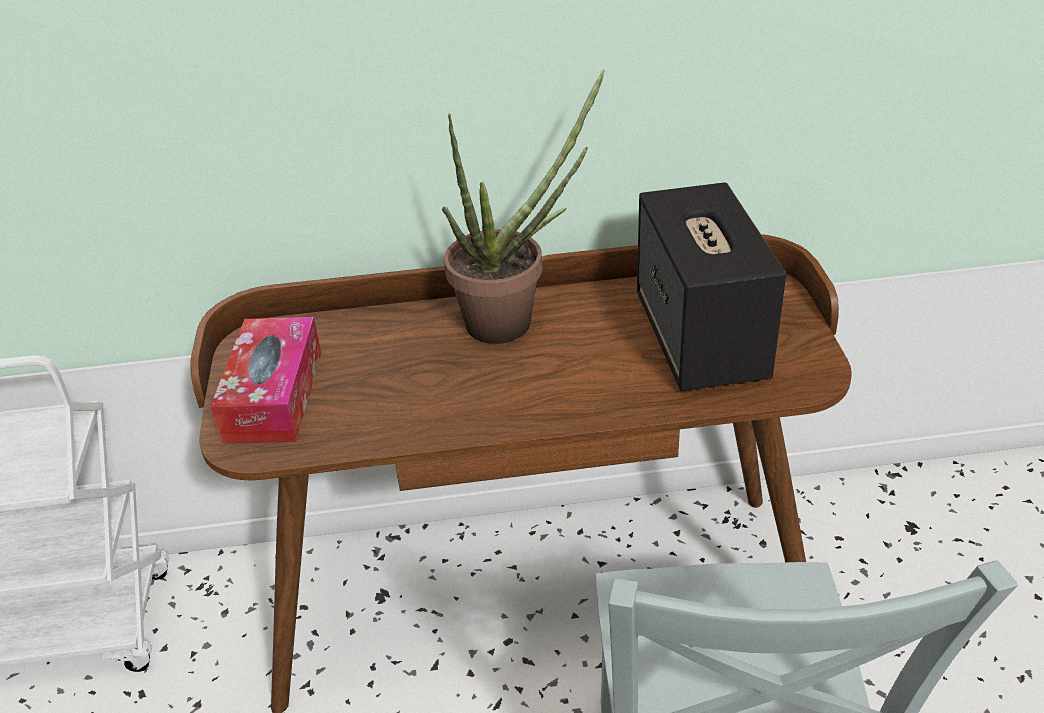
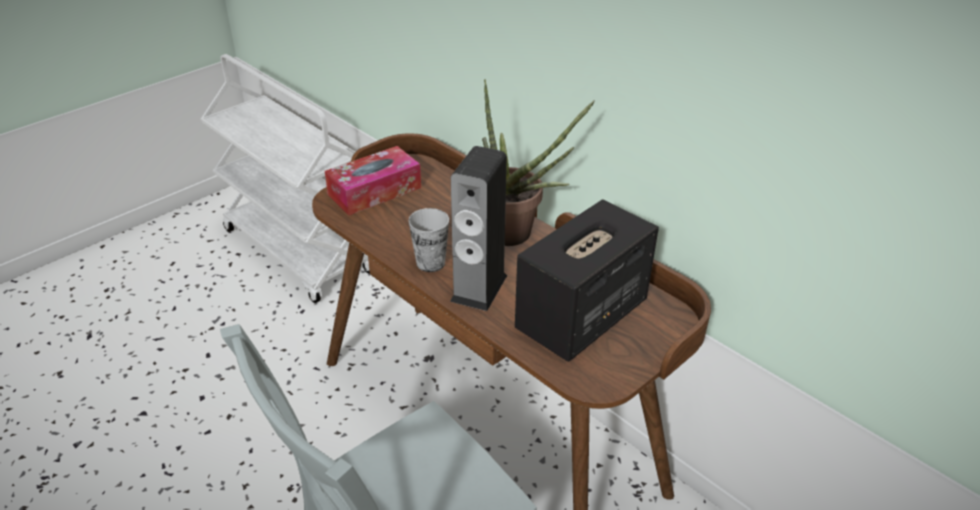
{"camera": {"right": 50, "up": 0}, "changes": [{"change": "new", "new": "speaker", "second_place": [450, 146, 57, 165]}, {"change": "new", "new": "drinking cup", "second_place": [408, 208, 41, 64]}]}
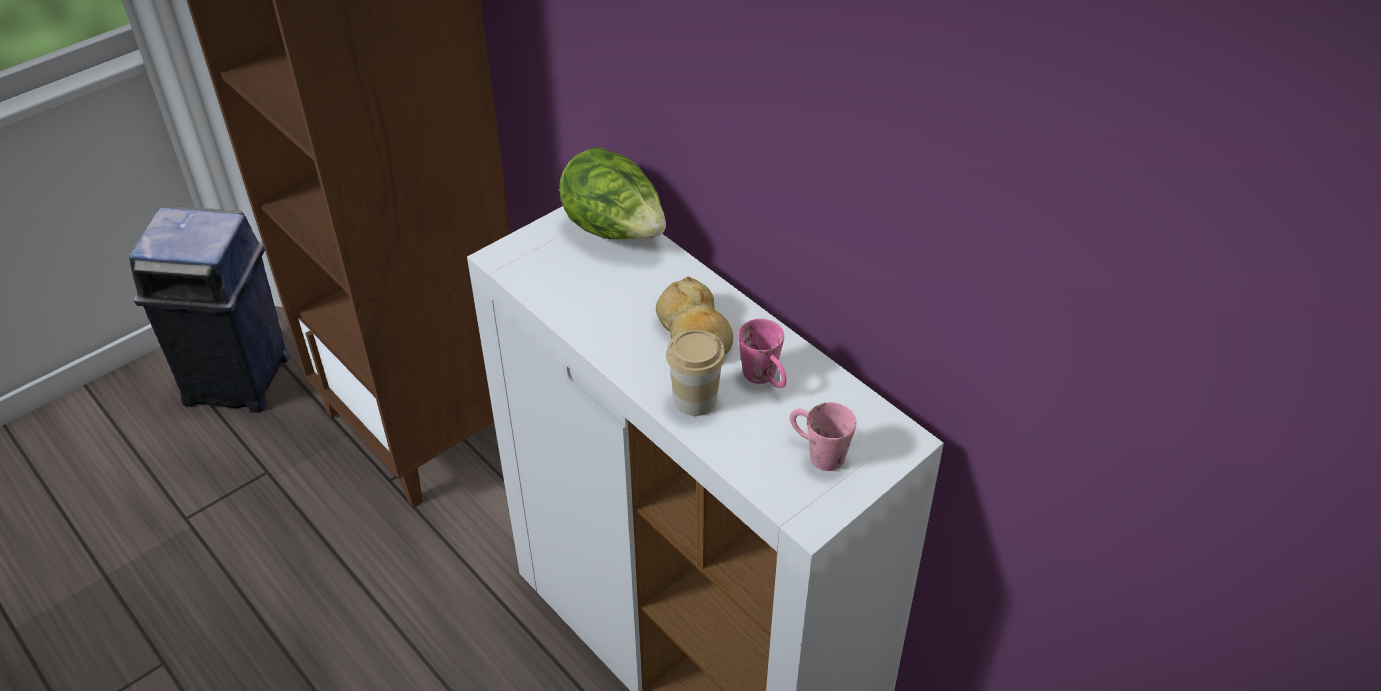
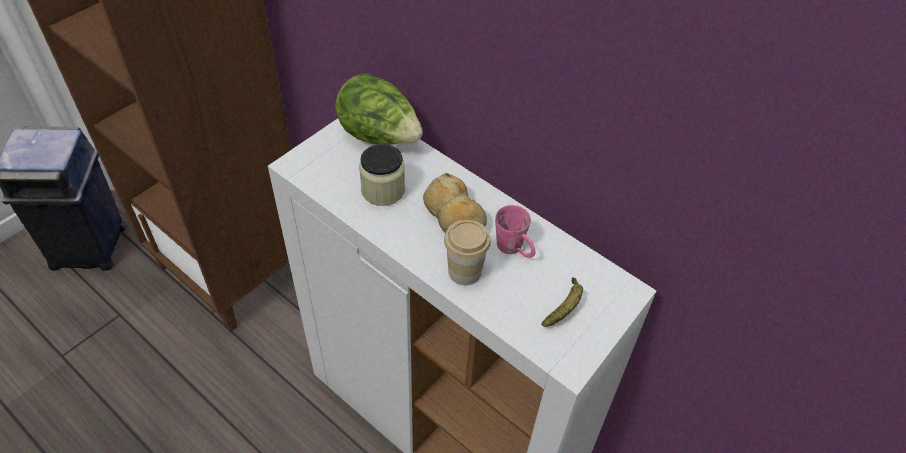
{"camera": {"right": -10, "up": 5}, "changes": [{"change": "swapped", "old": "pink tea mug", "new": "banana fruit", "first_place": [790, 402, 66, 69], "second_place": [541, 277, 42, 50]}, {"change": "new", "new": "preserve jar", "second_place": [359, 144, 46, 62]}]}
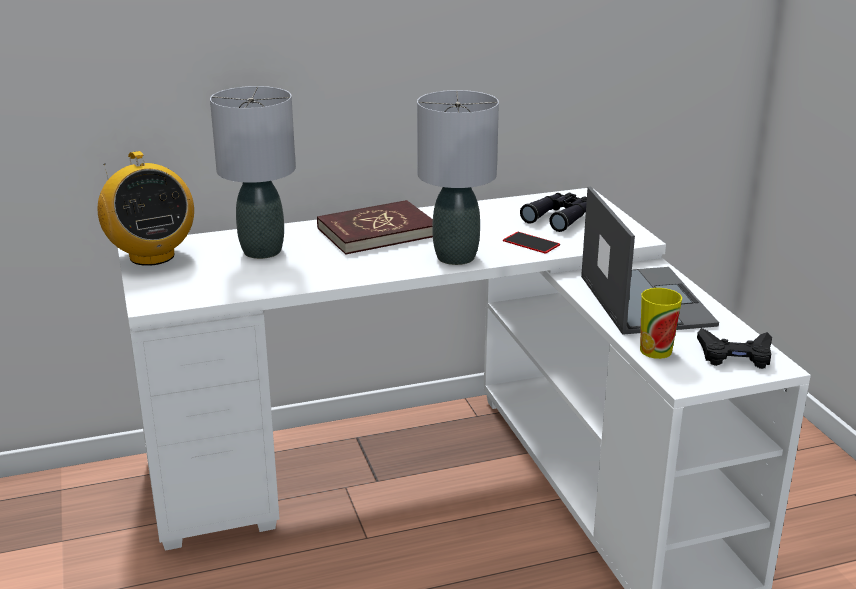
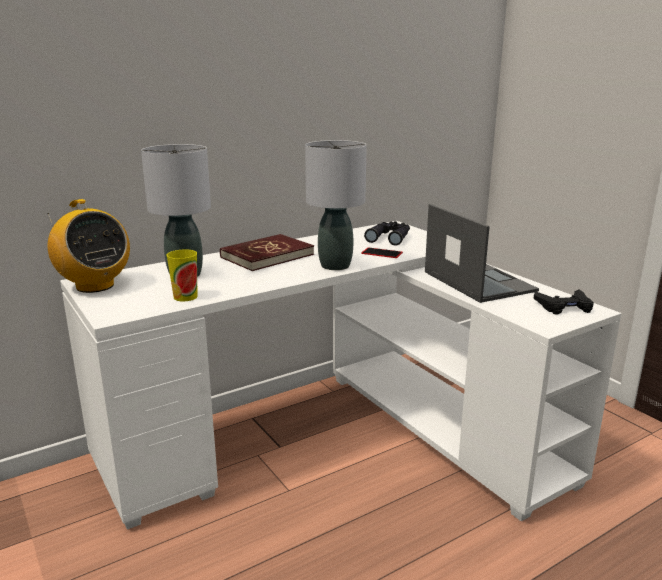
{"camera": {"right": -15, "up": -5}, "changes": [{"change": "shifted", "old": "drinking cup", "first_place": [640, 288, 42, 71], "second_place": [166, 249, 32, 53]}]}
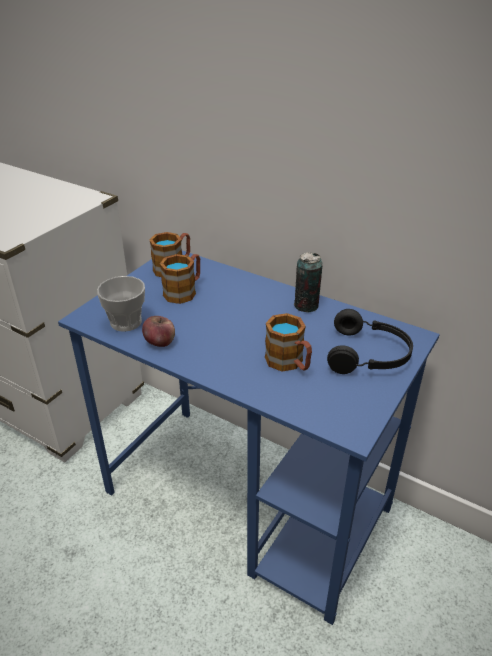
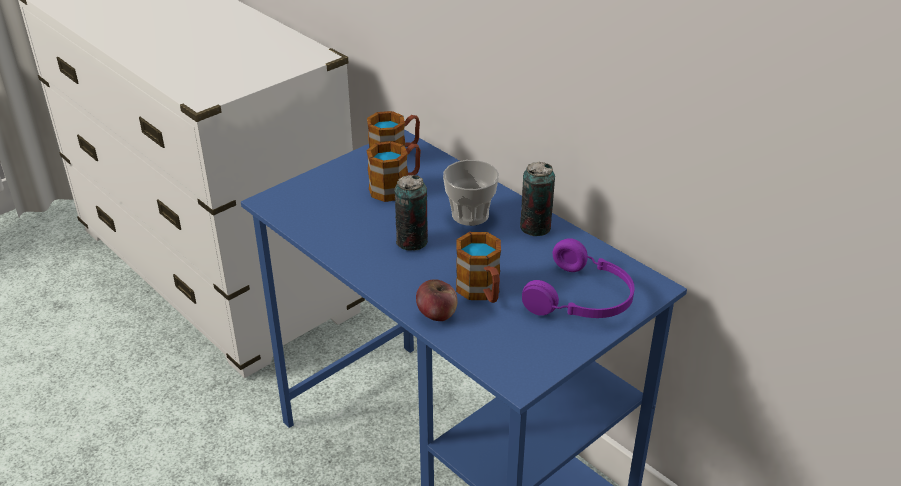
{"camera": {"right": 15, "up": 0}, "changes": [{"change": "shifted", "old": "drinking cup", "first_place": [97, 276, 48, 56], "second_place": [443, 160, 56, 66]}, {"change": "repainted", "old": "black headphones", "new": "purple-coloured headphones", "first_place": [327, 309, 86, 65], "second_place": [522, 238, 113, 80]}, {"change": "shifted", "old": "apple", "first_place": [142, 316, 33, 31], "second_place": [416, 279, 42, 42]}, {"change": "new", "new": "metal can", "second_place": [394, 175, 34, 76]}]}
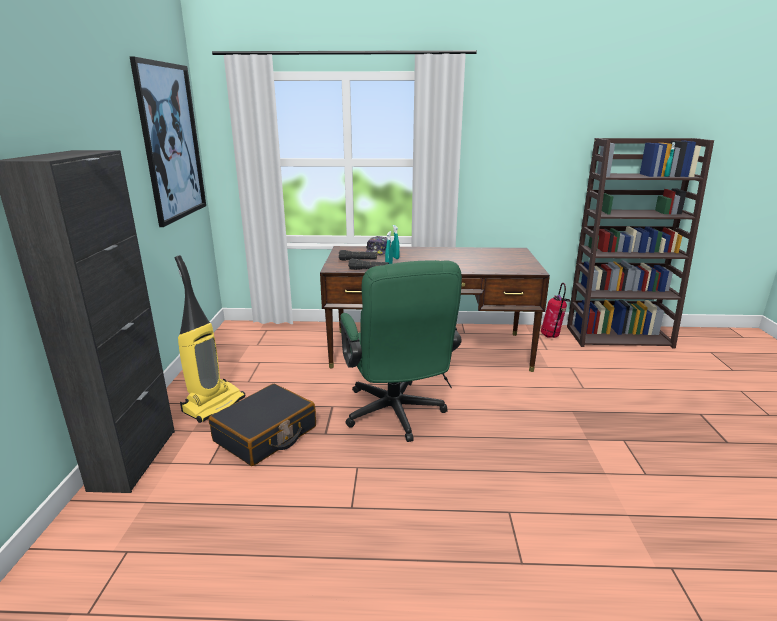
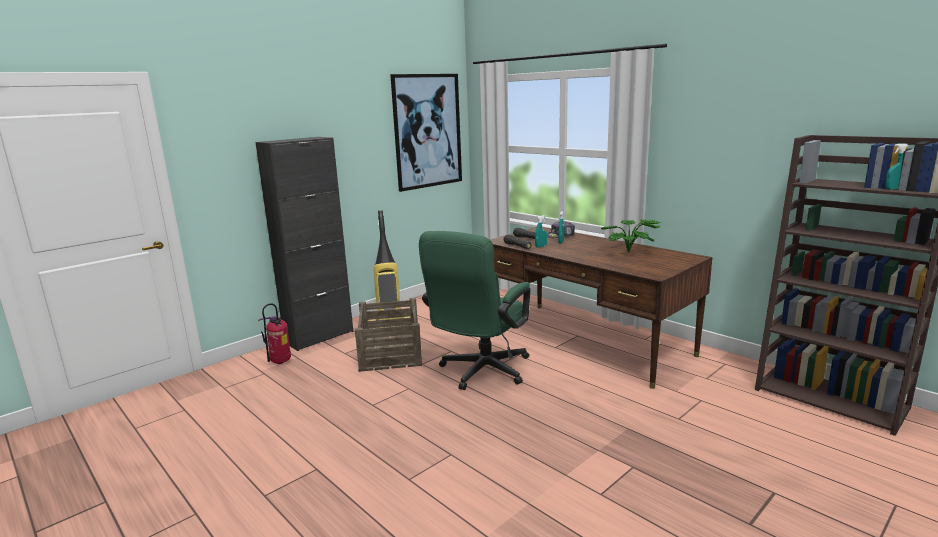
{"camera": {"right": 45, "up": -5}, "changes": [{"change": "shifted", "old": "extinguisher", "first_place": [541, 283, 29, 55], "second_place": [258, 303, 33, 61]}, {"change": "swapped", "old": "black suitcase", "new": "crate", "first_place": [209, 384, 107, 82], "second_place": [355, 298, 67, 74]}, {"change": "new", "new": "plant in a pot", "second_place": [601, 219, 60, 34]}]}
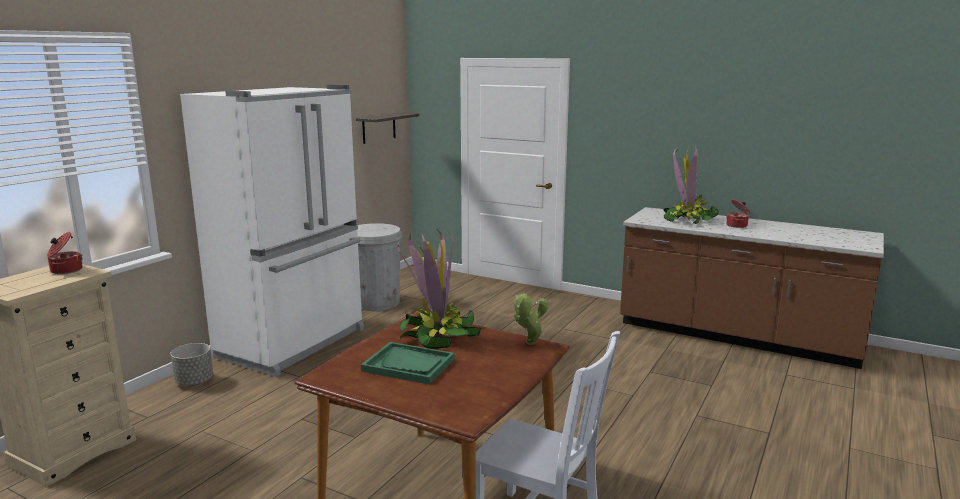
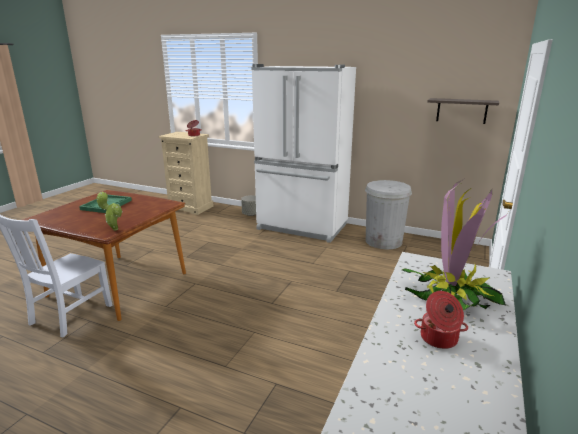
{"camera": {"right": 85, "up": 5}, "changes": [{"change": "gone", "old": "plant in a pot", "first_place": [398, 229, 83, 120]}]}
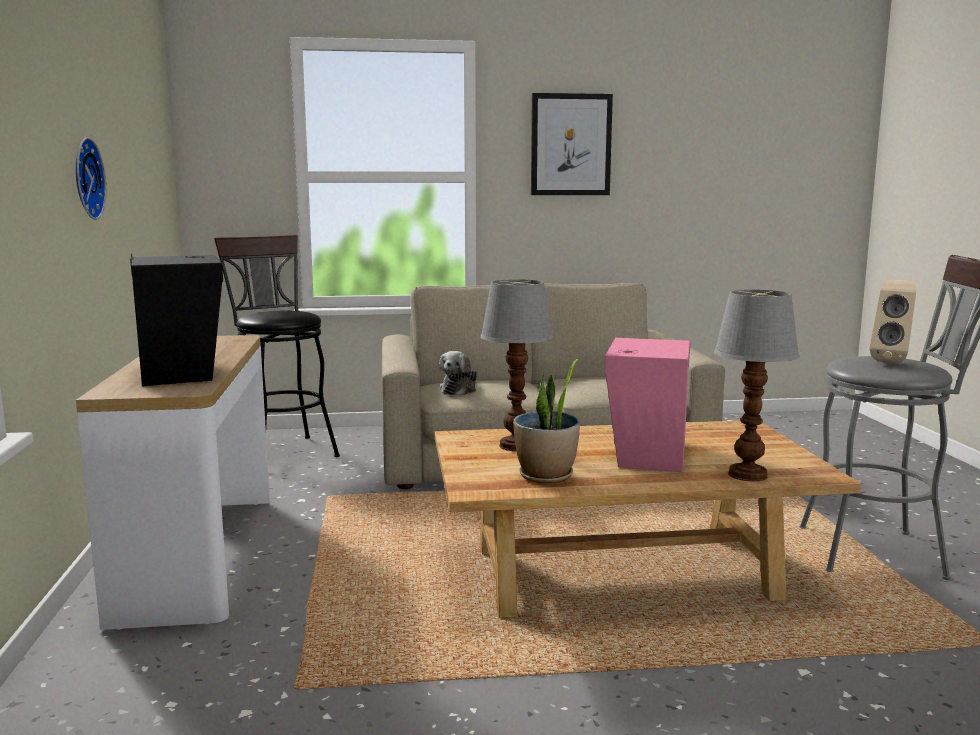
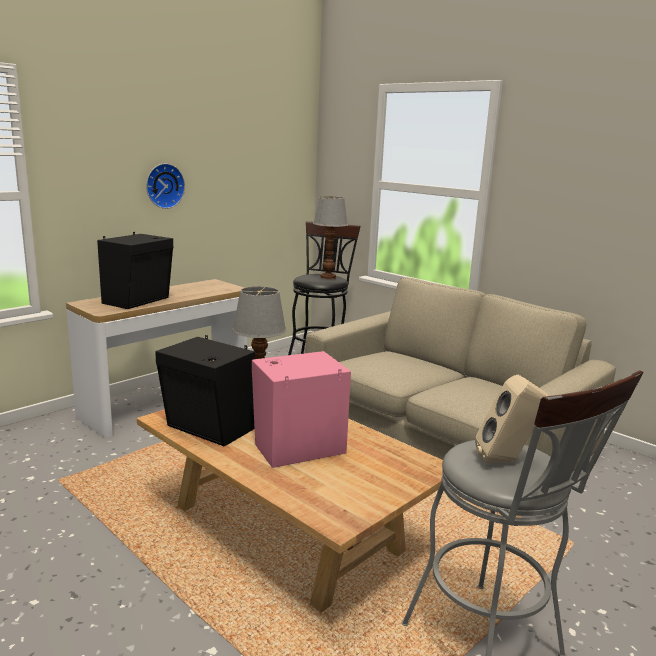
{"camera": {"right": 50, "up": 5}, "changes": [{"change": "gone", "old": "picture", "first_place": [531, 93, 82, 102]}, {"change": "shifted", "old": "tabletop lamp", "first_place": [714, 290, 86, 192], "second_place": [313, 196, 35, 83]}, {"change": "gone", "old": "plush toy", "first_place": [439, 351, 38, 45]}, {"change": "swapped", "old": "plant in a pot", "new": "black speaker", "first_place": [513, 358, 67, 126], "second_place": [155, 335, 100, 111]}]}
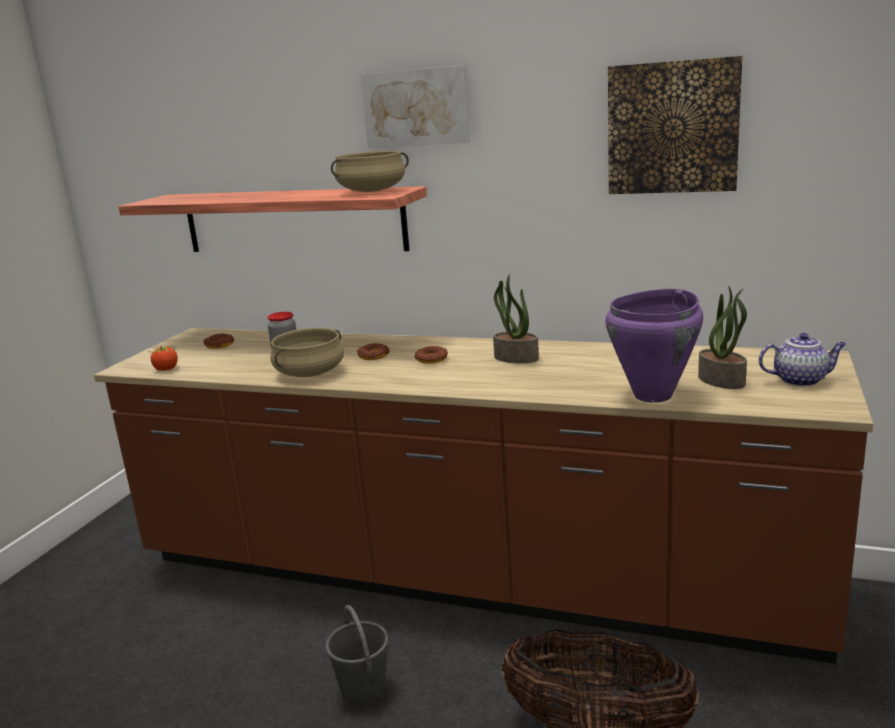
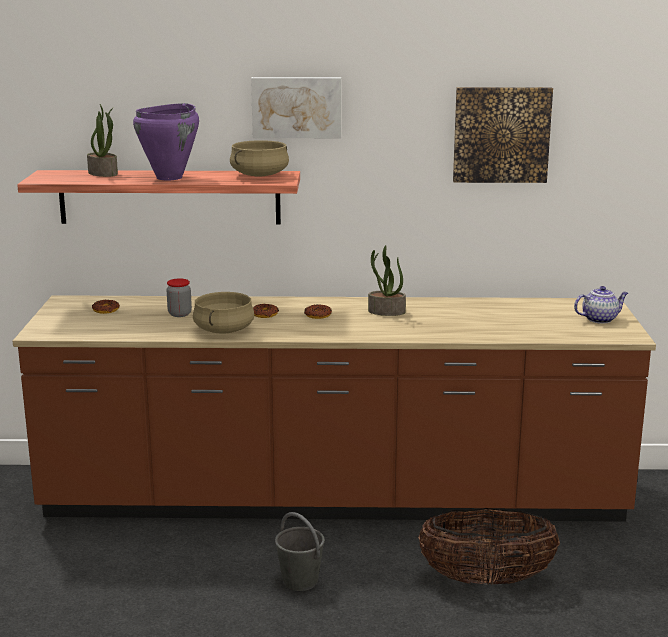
{"camera": {"right": -20, "up": 0}, "changes": [{"change": "shifted", "old": "plant in a pot", "first_place": [698, 286, 49, 103], "second_place": [87, 104, 31, 73]}, {"change": "shifted", "old": "purple-coloured saucepot", "first_place": [605, 289, 98, 114], "second_place": [133, 103, 66, 77]}, {"change": "gone", "old": "fresh tomato", "first_place": [147, 345, 31, 26]}]}
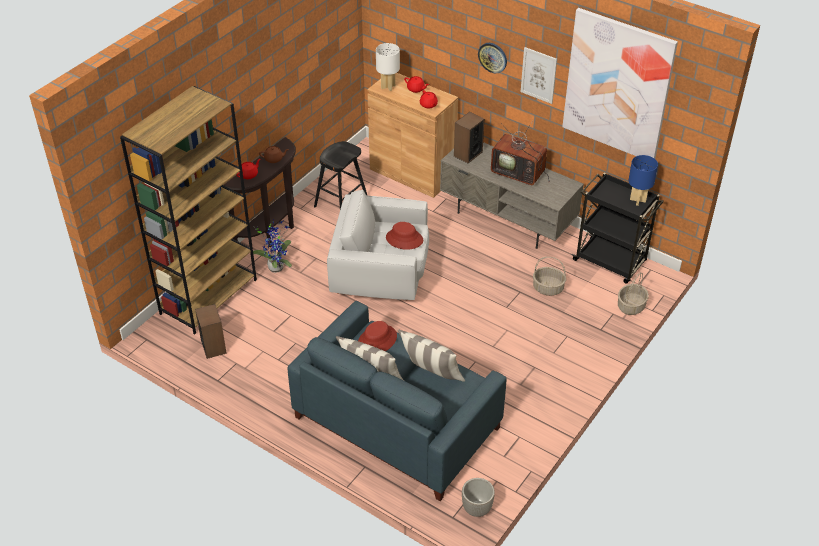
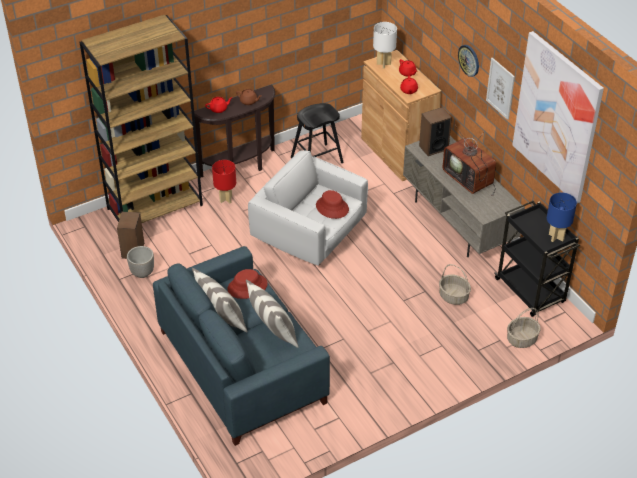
{"camera": {"right": 25, "up": 0}, "changes": [{"change": "swapped", "old": "plant in a pot", "new": "red-coloured tabletop lamp", "first_place": [253, 219, 39, 54], "second_place": [212, 160, 24, 43]}, {"change": "shifted", "old": "plant pot", "first_place": [462, 478, 33, 39], "second_place": [127, 246, 27, 32]}]}
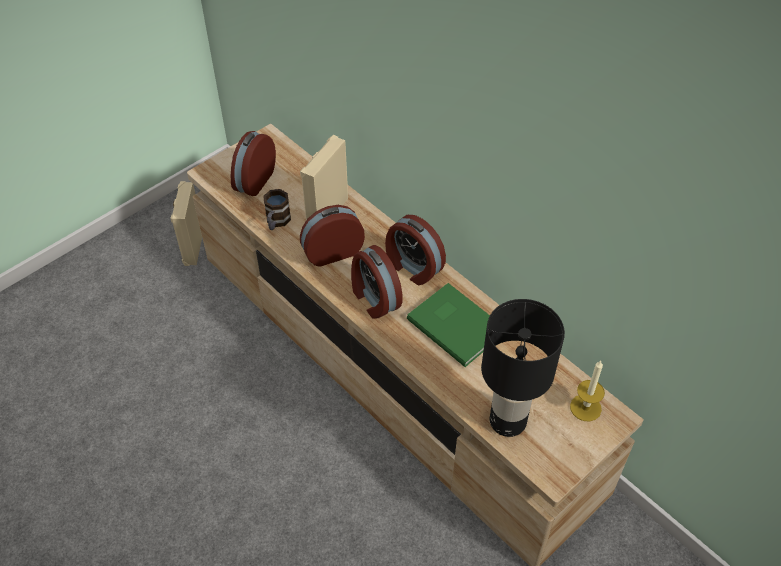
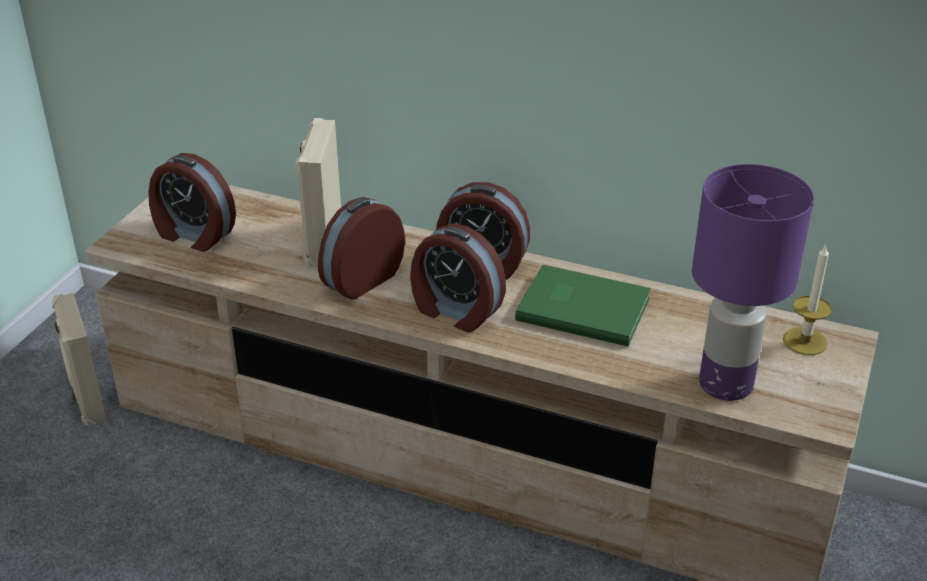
{"camera": {"right": -25, "up": -15}, "changes": [{"change": "rotated", "old": "alarm clock", "first_place": [231, 131, 45, 65], "second_place": [148, 153, 88, 99], "degrees": -60}, {"change": "gone", "old": "tea mug", "first_place": [263, 189, 28, 41]}, {"change": "repainted", "old": "black tabletop lamp", "new": "purple-coloured tabletop lamp", "first_place": [481, 299, 84, 138], "second_place": [692, 164, 122, 237]}]}
